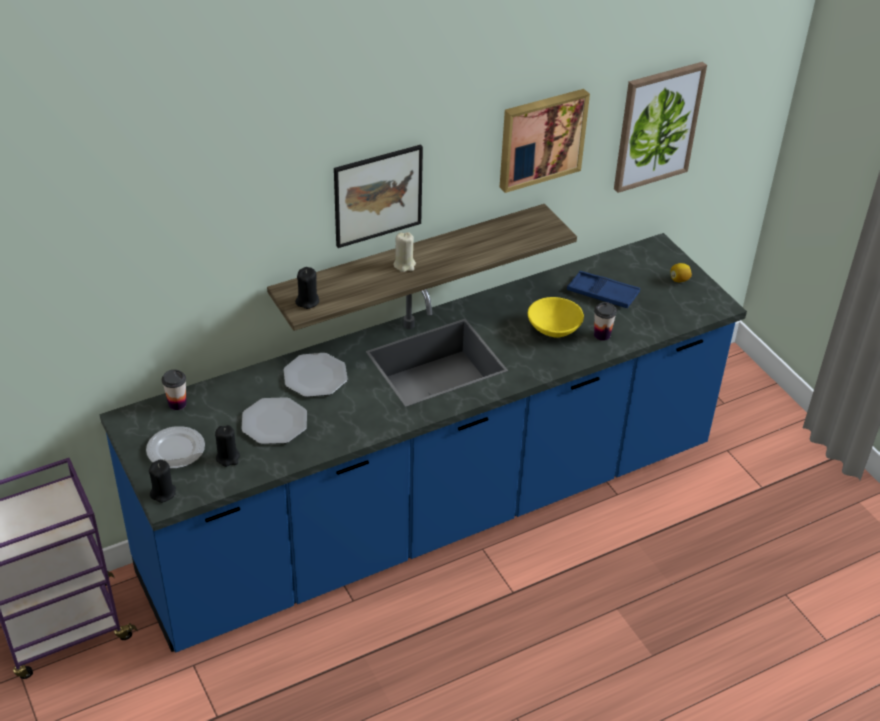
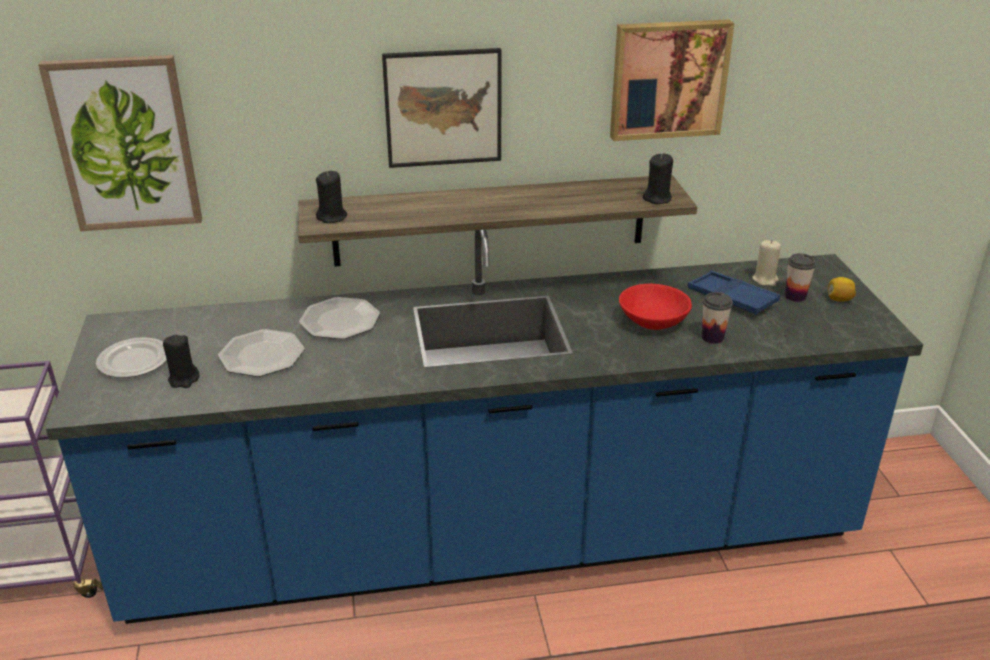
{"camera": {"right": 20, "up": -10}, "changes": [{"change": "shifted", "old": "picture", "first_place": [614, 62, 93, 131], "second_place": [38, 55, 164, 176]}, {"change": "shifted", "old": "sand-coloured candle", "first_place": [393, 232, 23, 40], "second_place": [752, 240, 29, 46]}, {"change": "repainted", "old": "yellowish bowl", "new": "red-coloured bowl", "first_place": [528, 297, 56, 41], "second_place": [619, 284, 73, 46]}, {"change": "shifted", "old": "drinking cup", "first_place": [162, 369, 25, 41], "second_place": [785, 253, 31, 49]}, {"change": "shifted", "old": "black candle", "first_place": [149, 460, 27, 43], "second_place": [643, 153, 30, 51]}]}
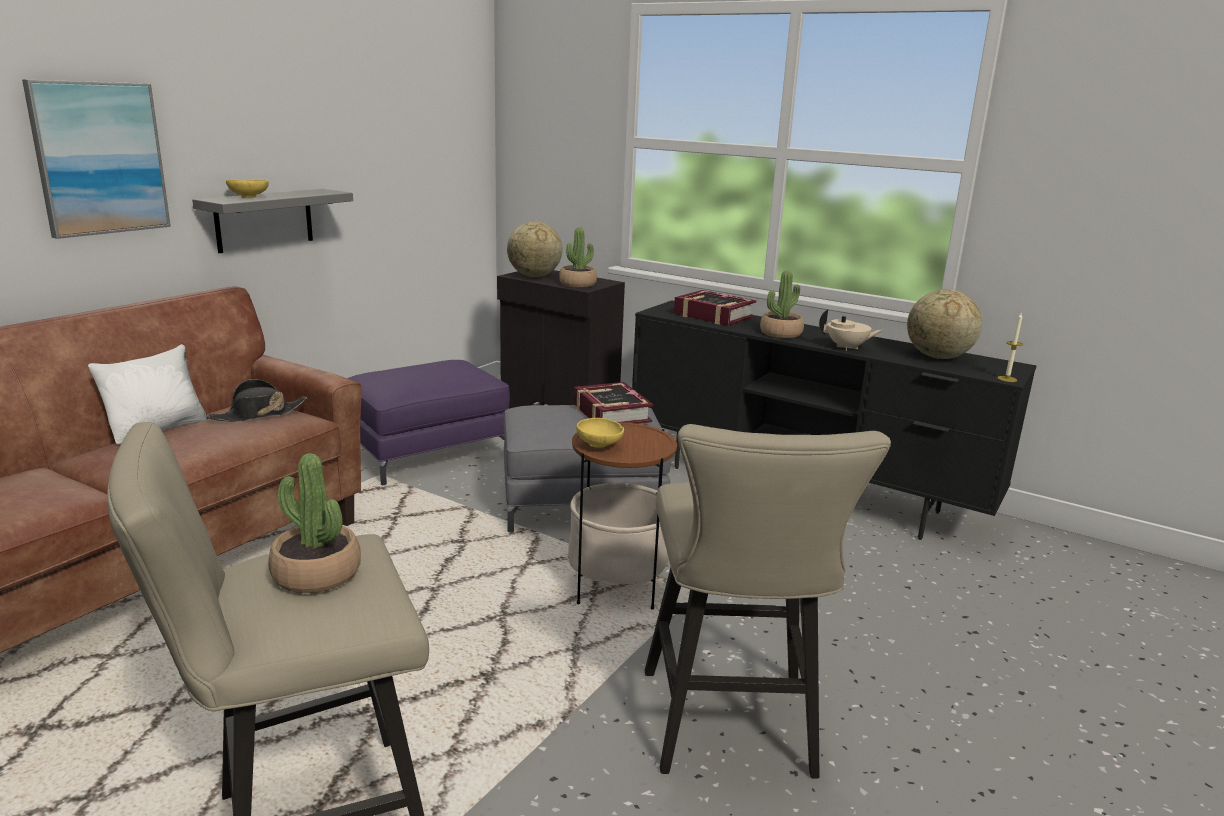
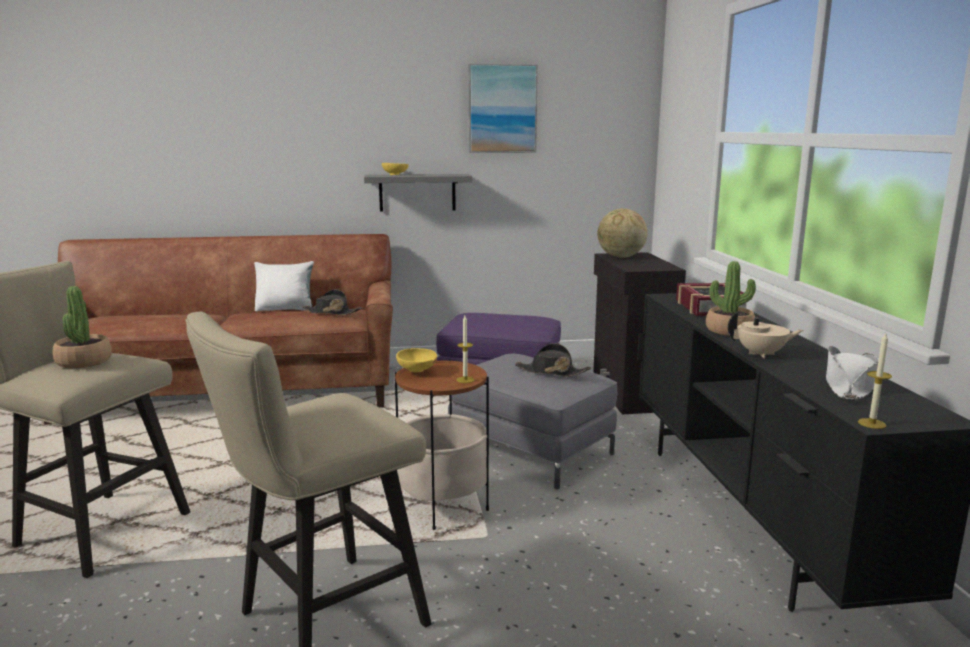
{"camera": {"right": 50, "up": -5}, "changes": [{"change": "shifted", "old": "picture", "first_place": [22, 79, 149, 160], "second_place": [469, 64, 69, 89]}, {"change": "gone", "old": "plant in a pot", "first_place": [559, 227, 38, 61]}, {"change": "swapped", "old": "globe", "new": "whitish clothing hat", "first_place": [907, 289, 75, 70], "second_place": [826, 346, 53, 53]}, {"change": "rotated", "old": "sand-coloured teapot", "first_place": [819, 309, 64, 42], "second_place": [728, 311, 75, 47], "degrees": -60}, {"change": "swapped", "old": "book", "new": "black clothing hat", "first_place": [574, 382, 79, 42], "second_place": [515, 343, 76, 33]}, {"change": "new", "new": "candle", "second_place": [456, 315, 18, 68]}]}
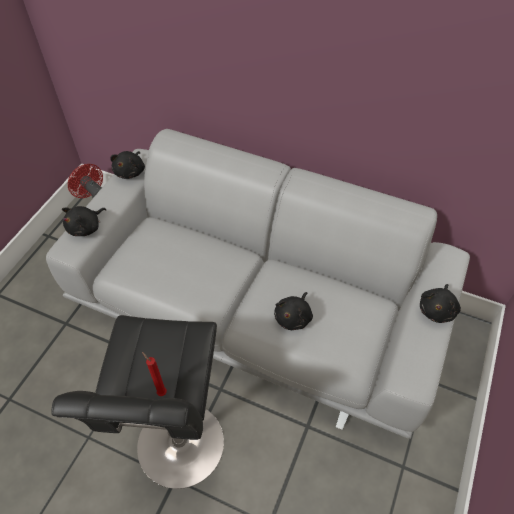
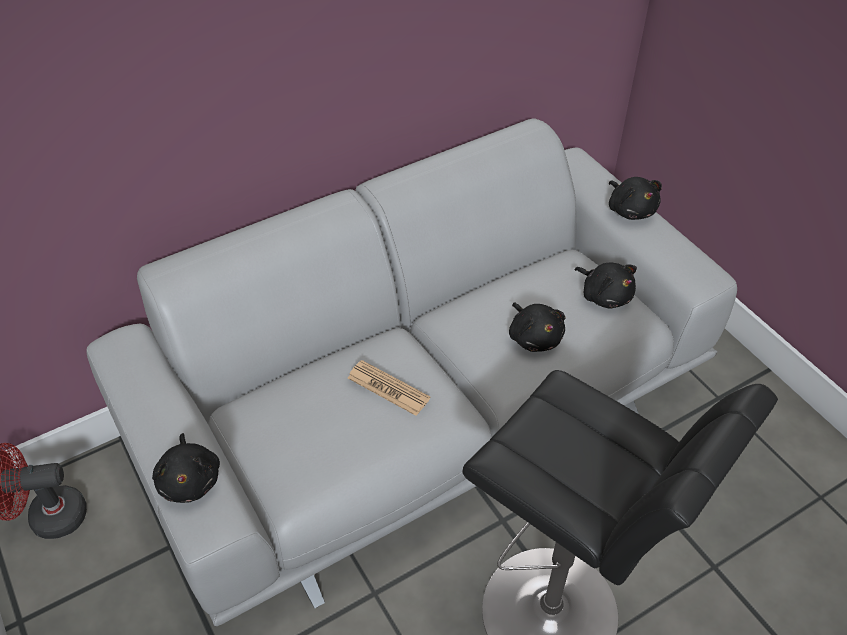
{"camera": {"right": -55, "up": -5}, "changes": [{"change": "shifted", "old": "black plush toy", "first_place": [110, 151, 35, 28], "second_place": [575, 263, 62, 46]}, {"change": "gone", "old": "red-coloured candle", "first_place": [142, 352, 25, 44]}, {"change": "new", "new": "daily paper", "second_place": [348, 360, 83, 56]}]}
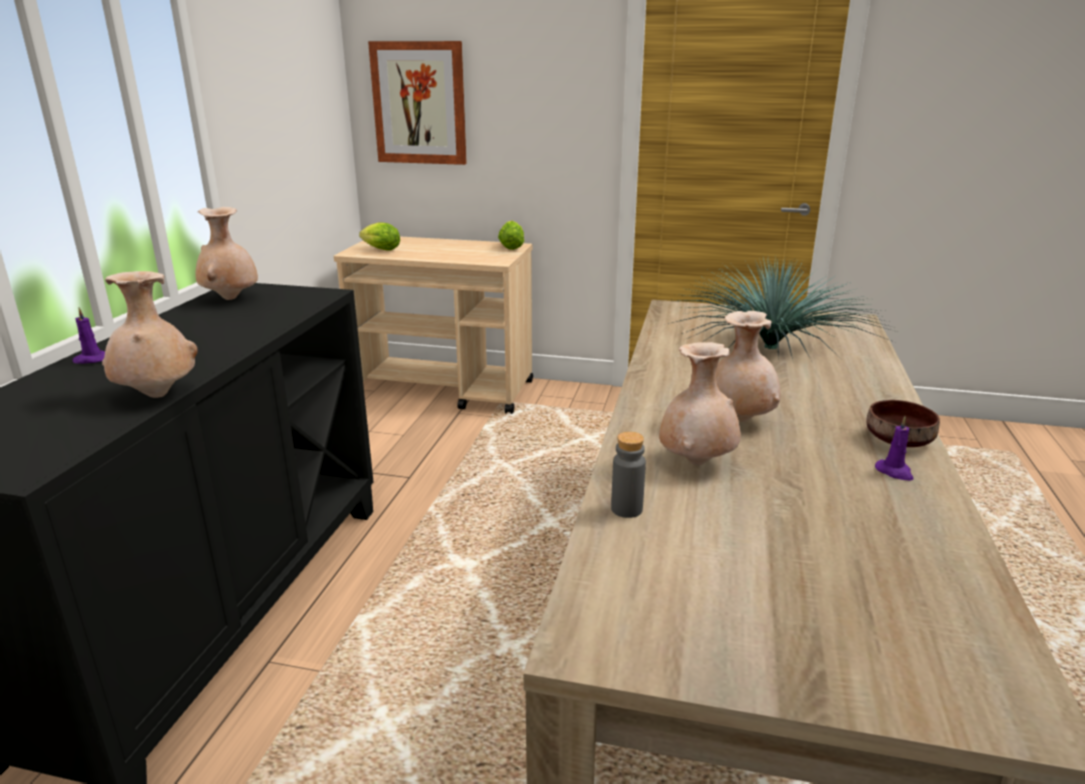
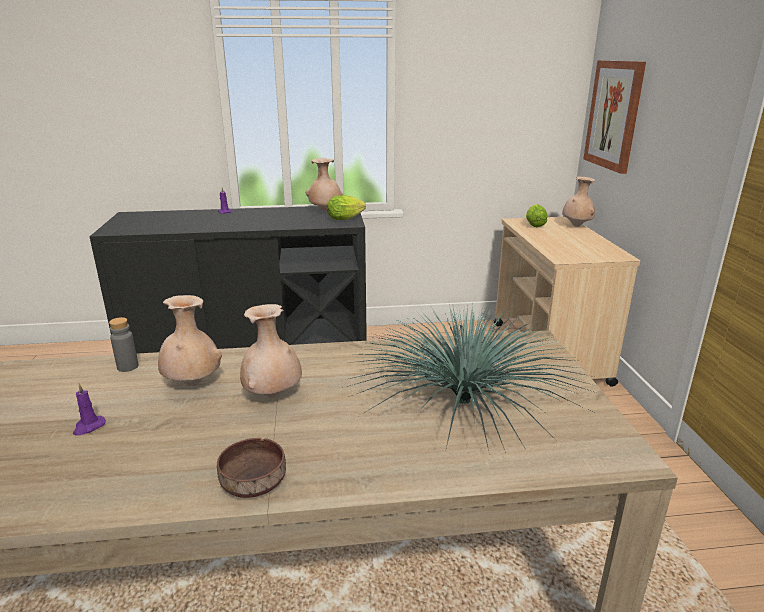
{"camera": {"right": 70, "up": 0}, "changes": [{"change": "shifted", "old": "head of lettuce", "first_place": [498, 221, 26, 29], "second_place": [327, 195, 39, 25]}, {"change": "shifted", "old": "sand-coloured decorative vase", "first_place": [102, 271, 96, 127], "second_place": [562, 177, 33, 50]}, {"change": "shifted", "old": "purple-coloured candle", "first_place": [875, 416, 39, 65], "second_place": [73, 383, 33, 52]}]}
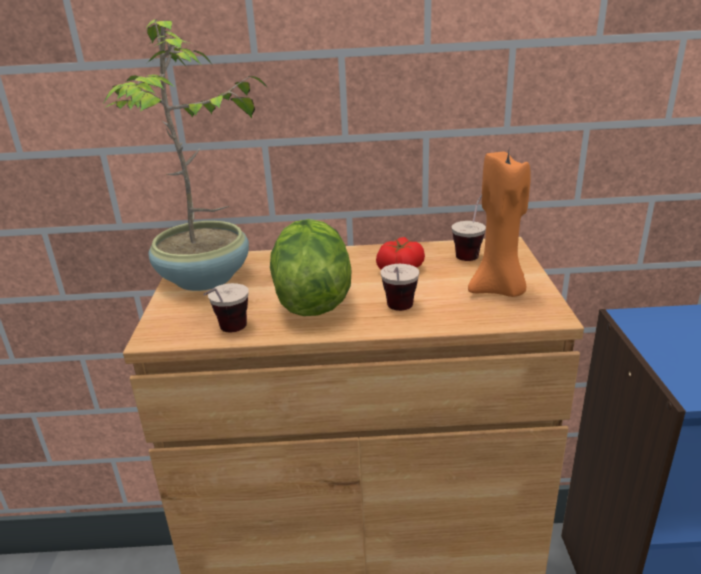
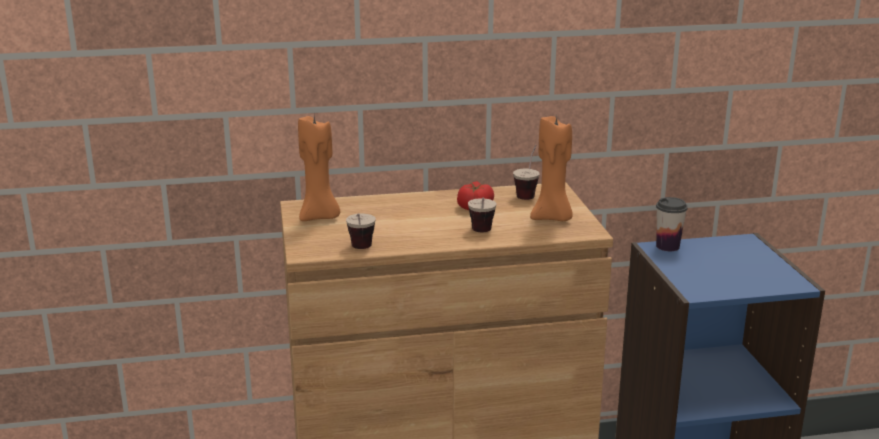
{"camera": {"right": -10, "up": -5}, "changes": [{"change": "swapped", "old": "plant in a pot", "new": "orange-coloured candle", "first_place": [103, 19, 166, 272], "second_place": [298, 116, 42, 105]}, {"change": "gone", "old": "head of lettuce", "first_place": [270, 219, 81, 97]}, {"change": "new", "new": "drinking cup", "second_place": [656, 197, 32, 54]}]}
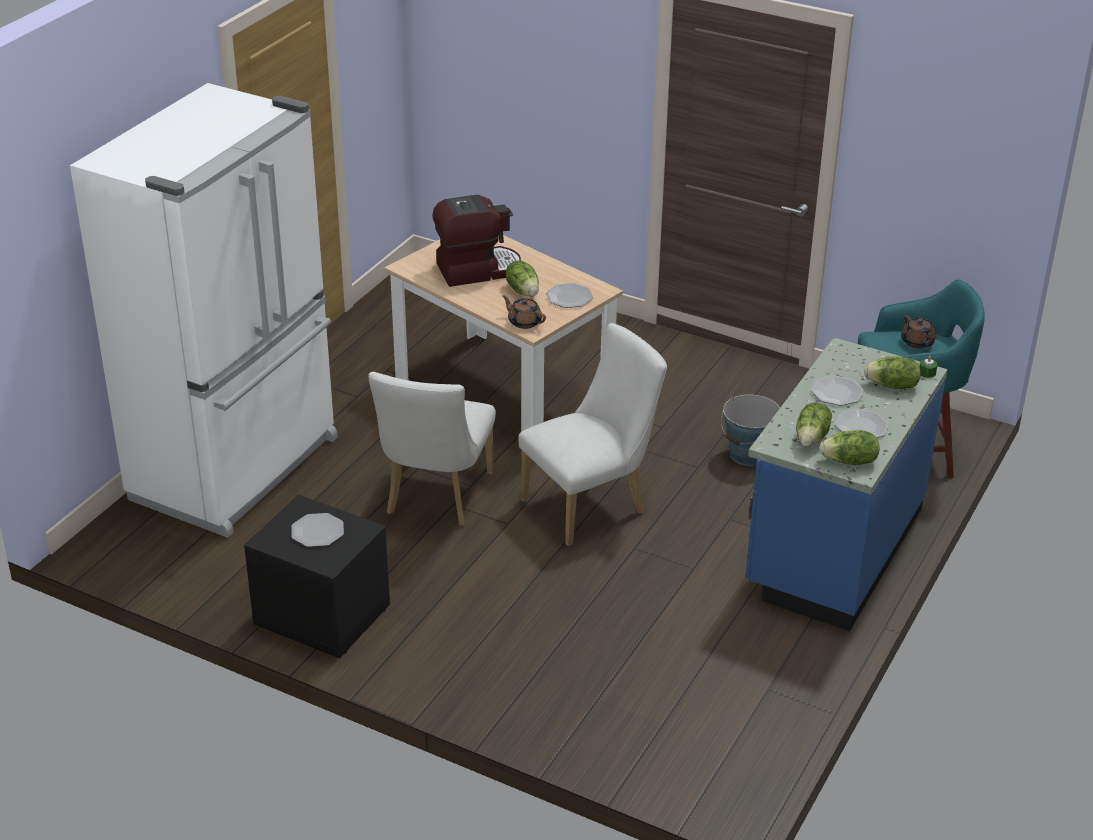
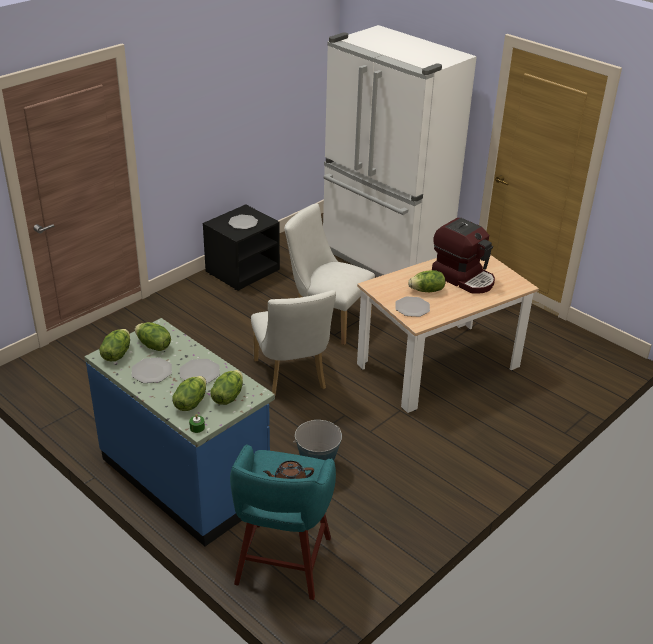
{"camera": {"right": 105, "up": 0}, "changes": [{"change": "rotated", "old": "coffee maker", "first_place": [432, 195, 89, 92], "second_place": [432, 218, 63, 76], "degrees": -45}, {"change": "gone", "old": "brown teapot", "first_place": [502, 295, 44, 34]}, {"change": "new", "new": "head of lettuce", "second_place": [211, 370, 32, 35]}]}
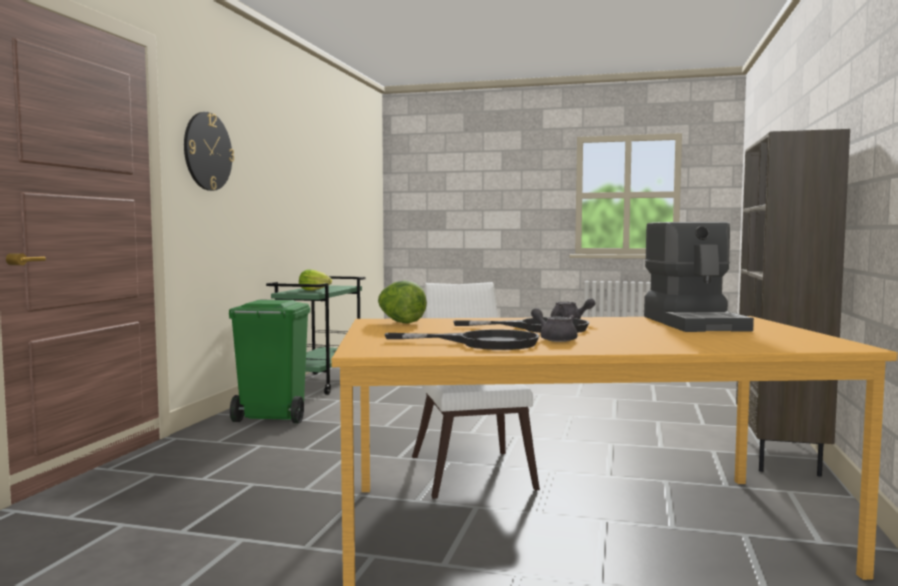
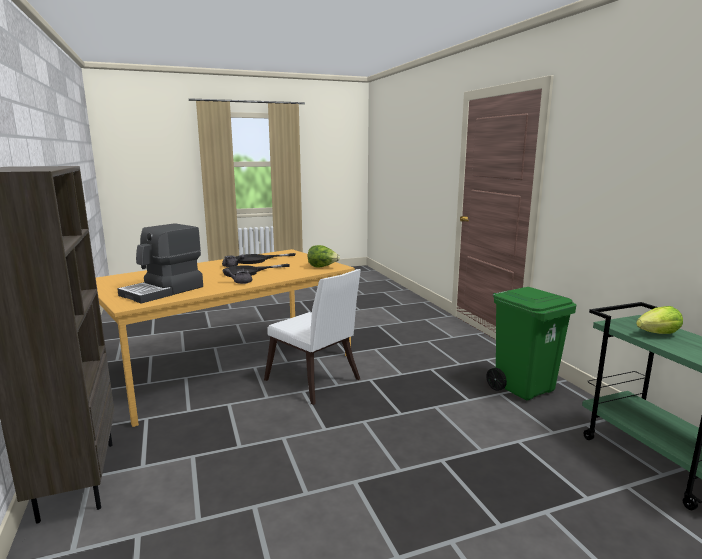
{"camera": {"right": 145, "up": 10}, "changes": [{"change": "gone", "old": "clock on the wall", "first_place": [184, 112, 50, 79]}, {"change": "rotated", "old": "coffee maker", "first_place": [644, 222, 110, 110], "second_place": [117, 223, 86, 81], "degrees": -105}]}
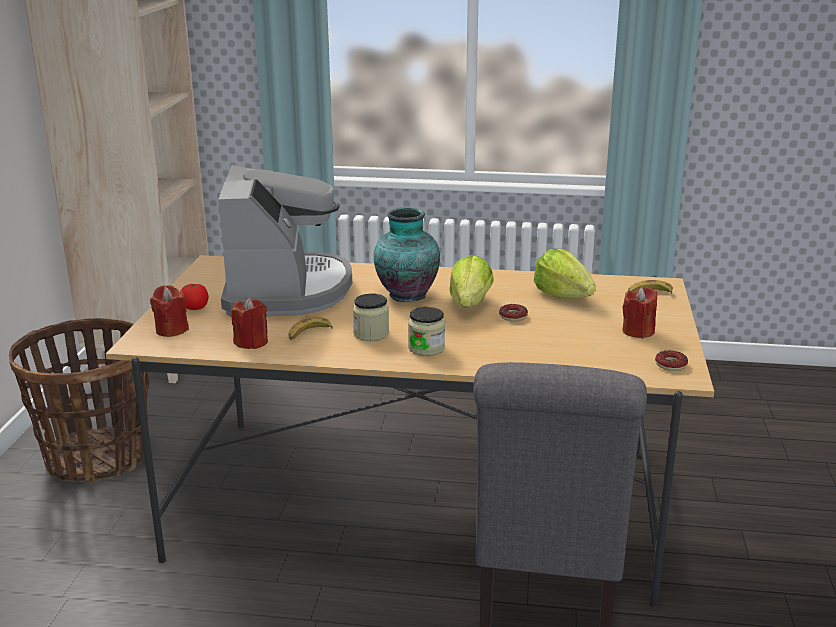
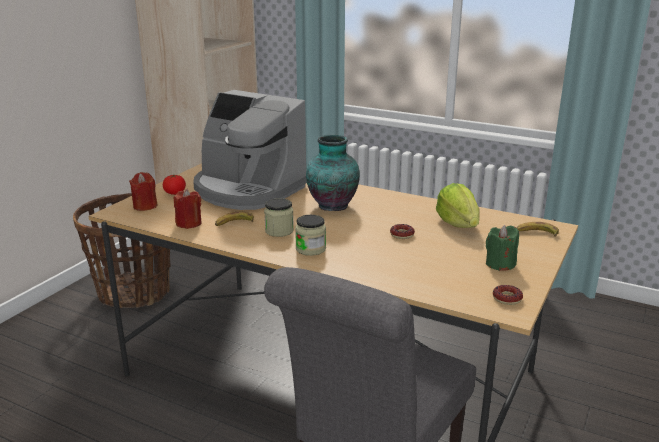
{"camera": {"right": 20, "up": 0}, "changes": [{"change": "rotated", "old": "coffee maker", "first_place": [218, 165, 134, 152], "second_place": [193, 90, 114, 120], "degrees": 105}, {"change": "gone", "old": "head of lettuce", "first_place": [449, 255, 45, 53]}, {"change": "repainted", "old": "red-coloured candle", "new": "green-coloured candle", "first_place": [622, 287, 35, 51], "second_place": [486, 225, 33, 46]}]}
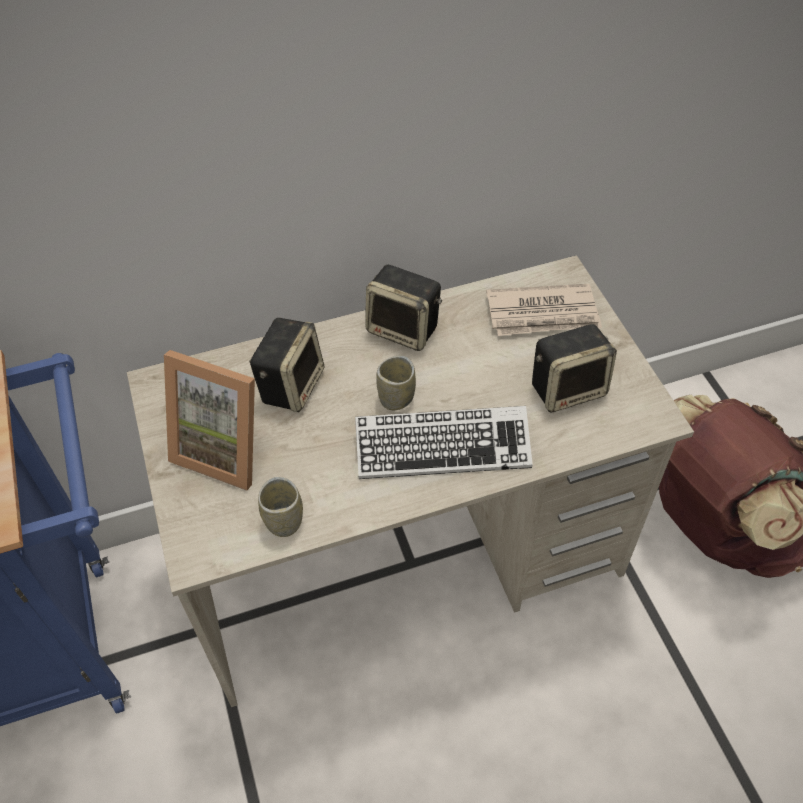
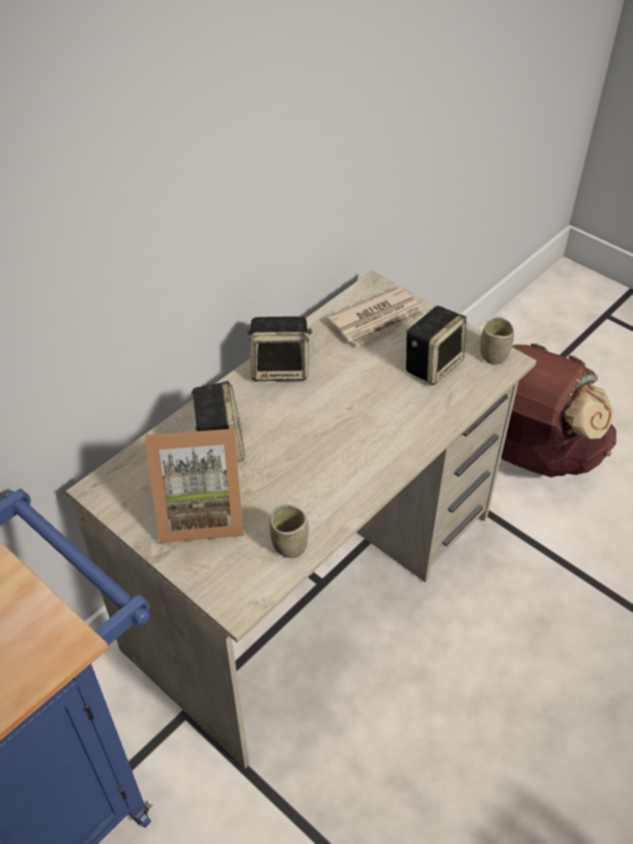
{"camera": {"right": -30, "up": -5}, "changes": [{"change": "shifted", "old": "drinking cup", "first_place": [376, 356, 40, 54], "second_place": [480, 317, 34, 48]}, {"change": "gone", "old": "computer keyboard", "first_place": [355, 406, 178, 73]}]}
